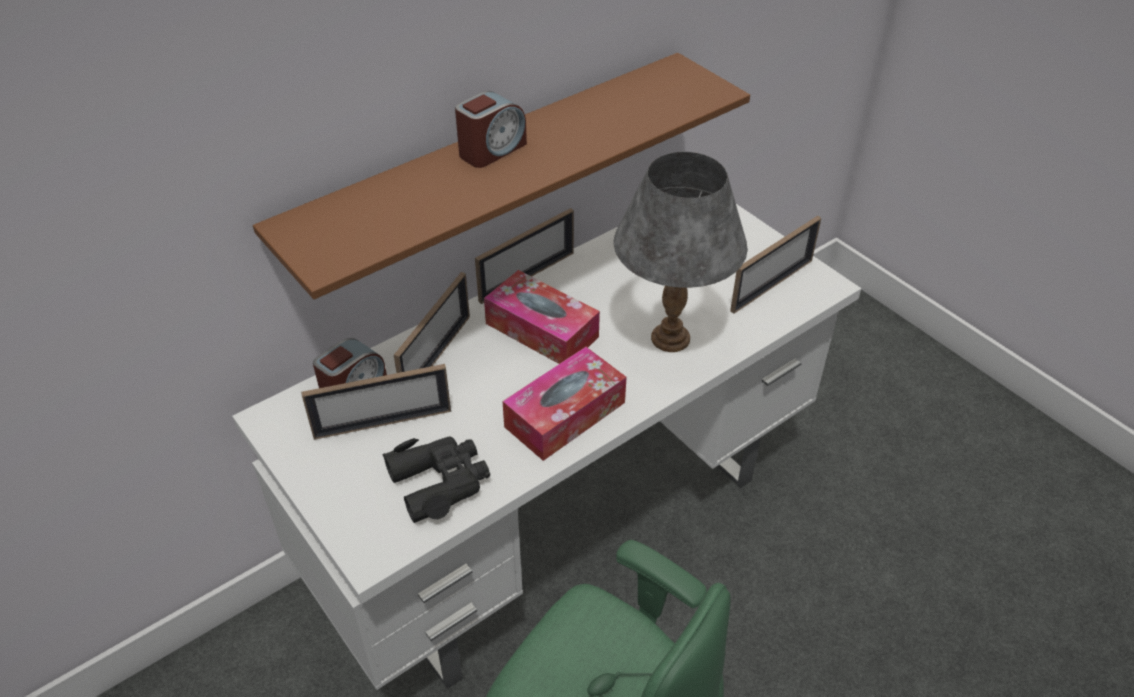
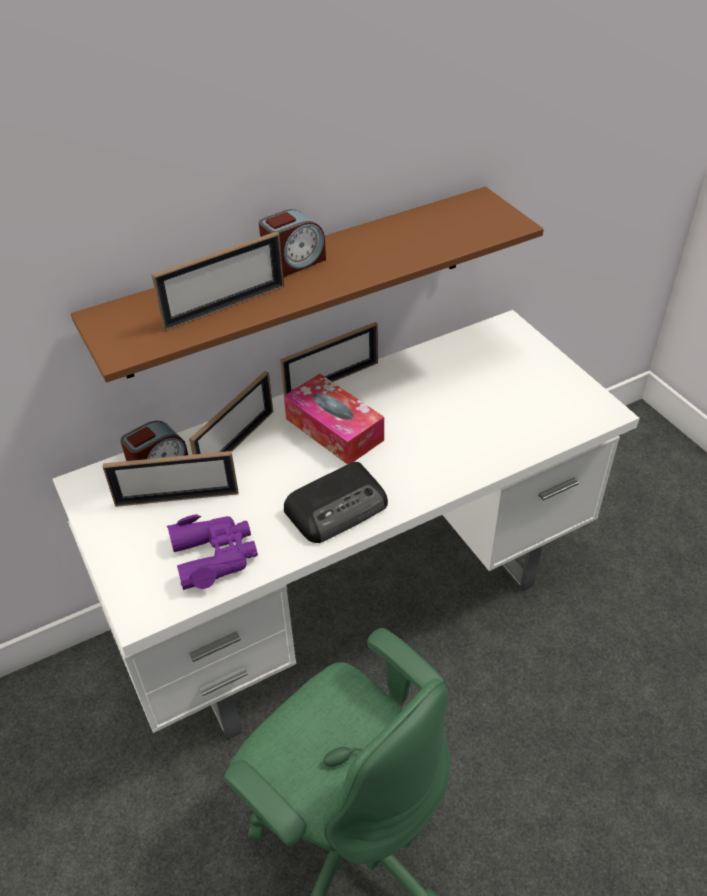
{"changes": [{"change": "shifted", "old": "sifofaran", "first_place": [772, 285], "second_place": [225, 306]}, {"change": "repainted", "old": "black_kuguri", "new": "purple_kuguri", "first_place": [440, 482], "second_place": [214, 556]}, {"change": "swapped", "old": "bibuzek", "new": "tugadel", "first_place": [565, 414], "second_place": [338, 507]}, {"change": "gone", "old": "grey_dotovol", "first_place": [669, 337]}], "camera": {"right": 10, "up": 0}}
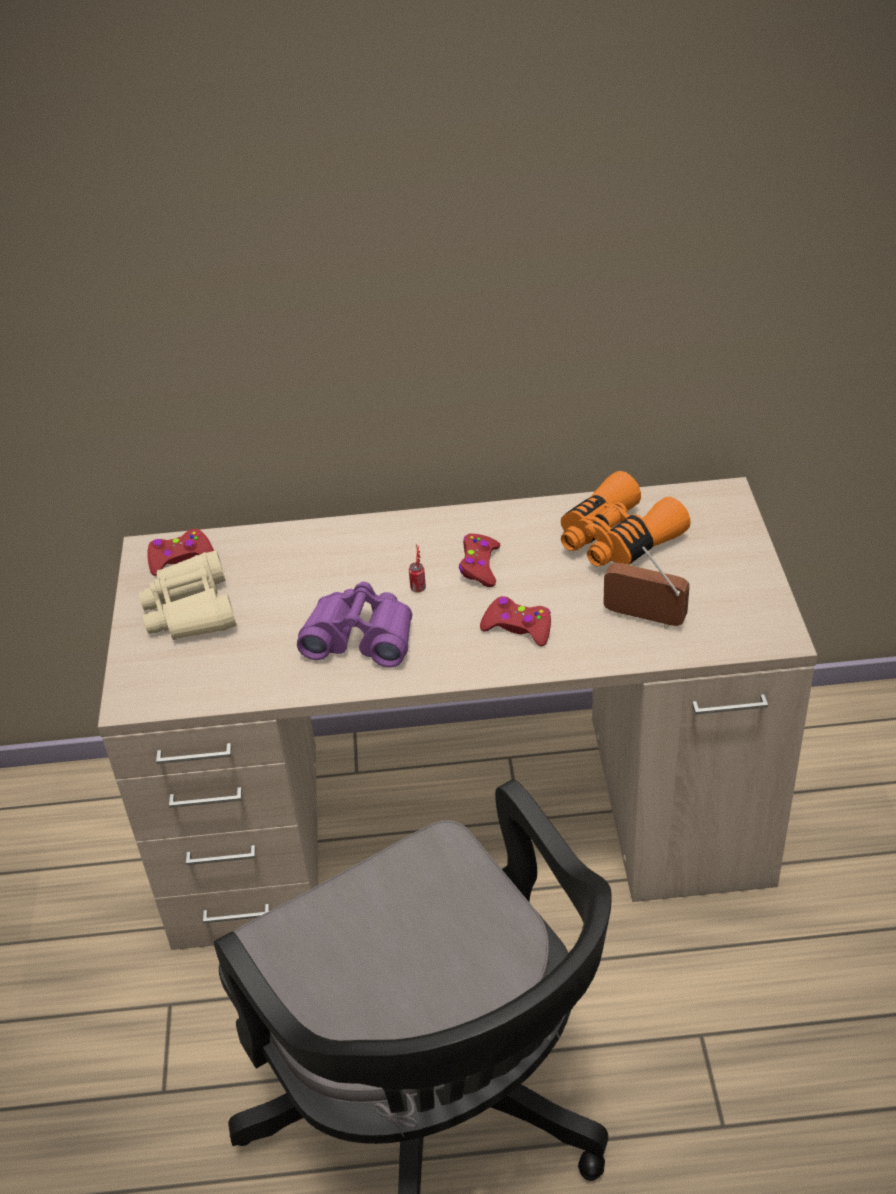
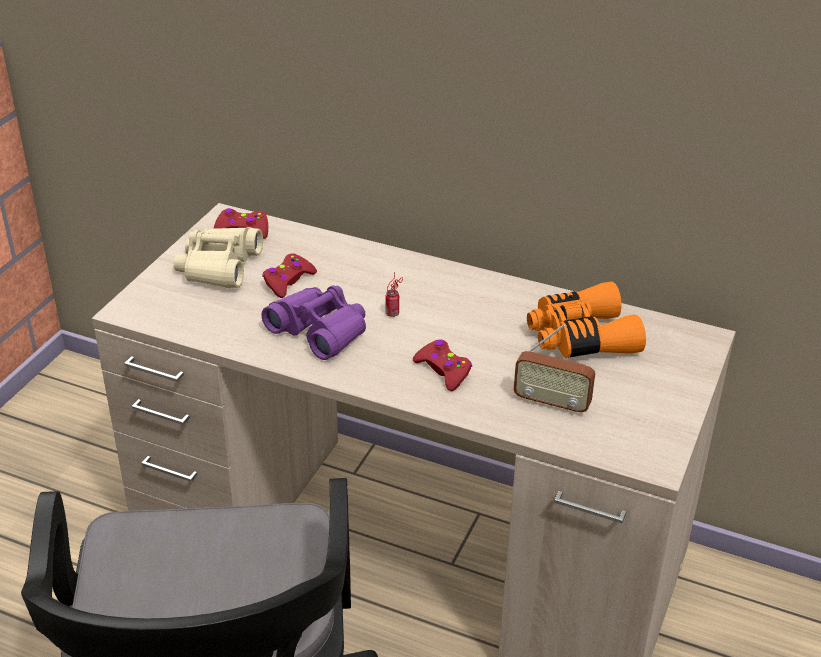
{"changes": [{"change": "shifted", "old": "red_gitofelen", "first_place": [479, 566], "second_place": [288, 281]}, {"change": "rotated", "old": "tugadel", "first_place": [644, 618], "second_place": [551, 403], "degrees": 150}], "camera": {"right": 25, "up": -5}}
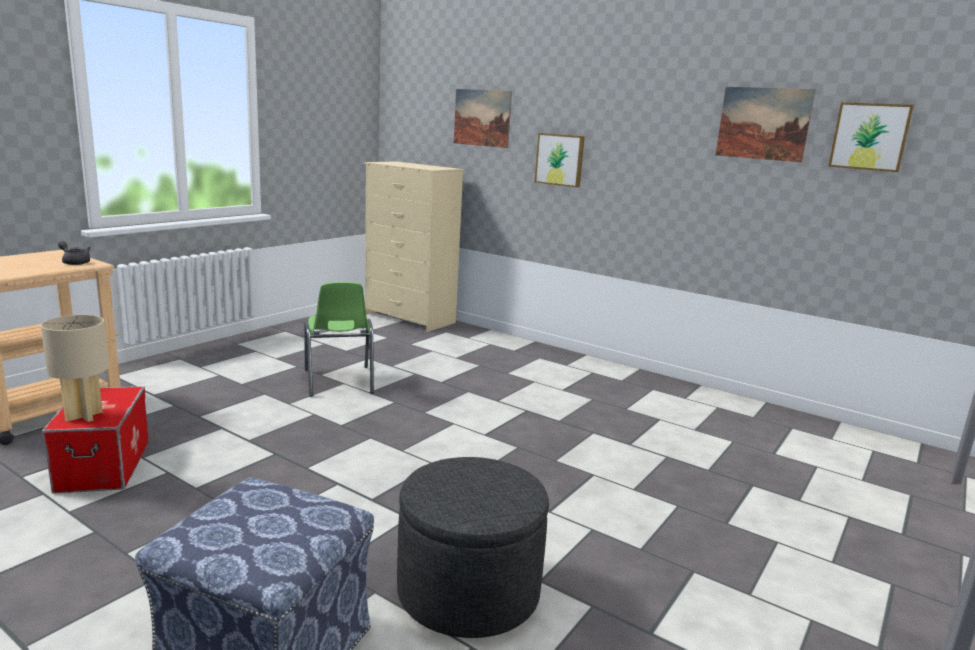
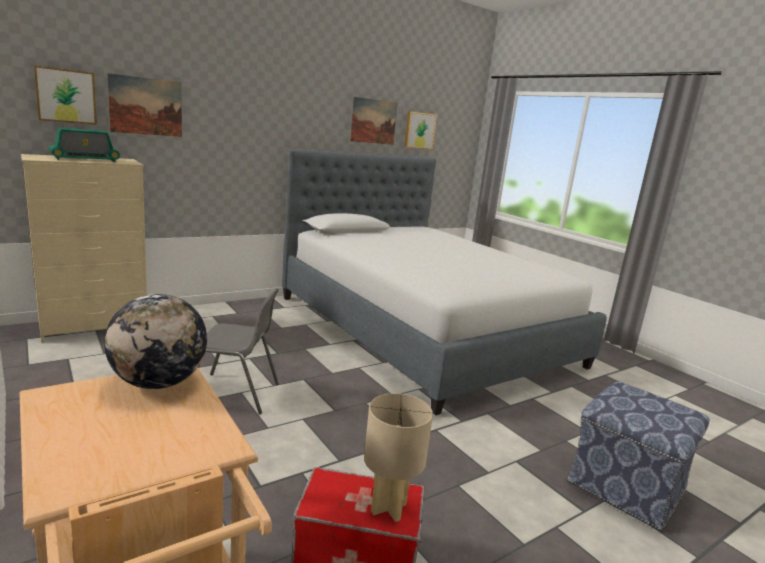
{"changes": [{"change": "shifted", "old": "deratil", "first_place": [560, 159], "second_place": [66, 96]}, {"change": "new", "new": "tugadel", "second_place": [85, 159]}, {"change": "swapped", "old": "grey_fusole", "new": "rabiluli", "first_place": [74, 262], "second_place": [159, 383]}, {"change": "repainted", "old": "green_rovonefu", "new": "grey_rovonefu", "first_place": [338, 382], "second_place": [235, 394]}, {"change": "new", "new": "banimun", "second_place": [422, 330]}, {"change": "gone", "old": "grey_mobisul", "first_place": [468, 591]}], "camera": {"right": -70, "up": 0}}
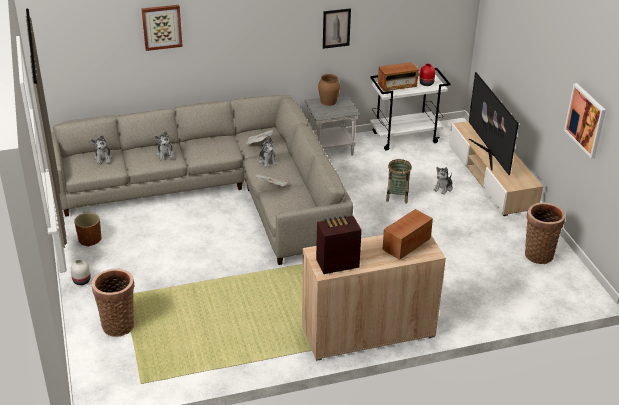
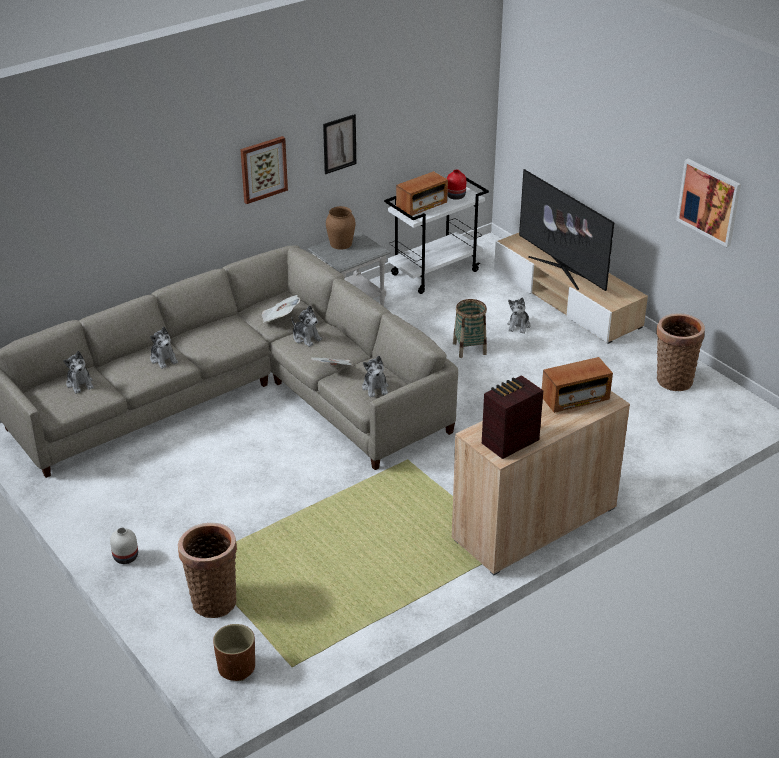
{"changes": [{"change": "shifted", "old": "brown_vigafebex", "first_place": [90, 239], "second_place": [236, 667]}, {"change": "shifted", "old": "deratil", "first_place": [162, 27], "second_place": [263, 169]}, {"change": "new", "new": "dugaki", "second_place": [375, 388]}, {"change": "rotated", "old": "tugadel", "first_place": [406, 244], "second_place": [575, 399], "degrees": -135}], "camera": {"right": -20, "up": 0}}
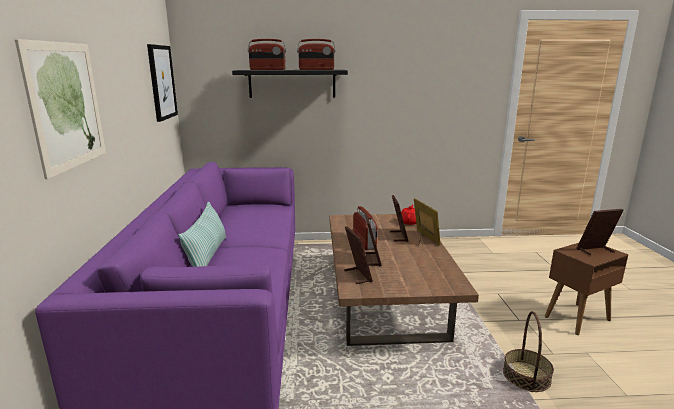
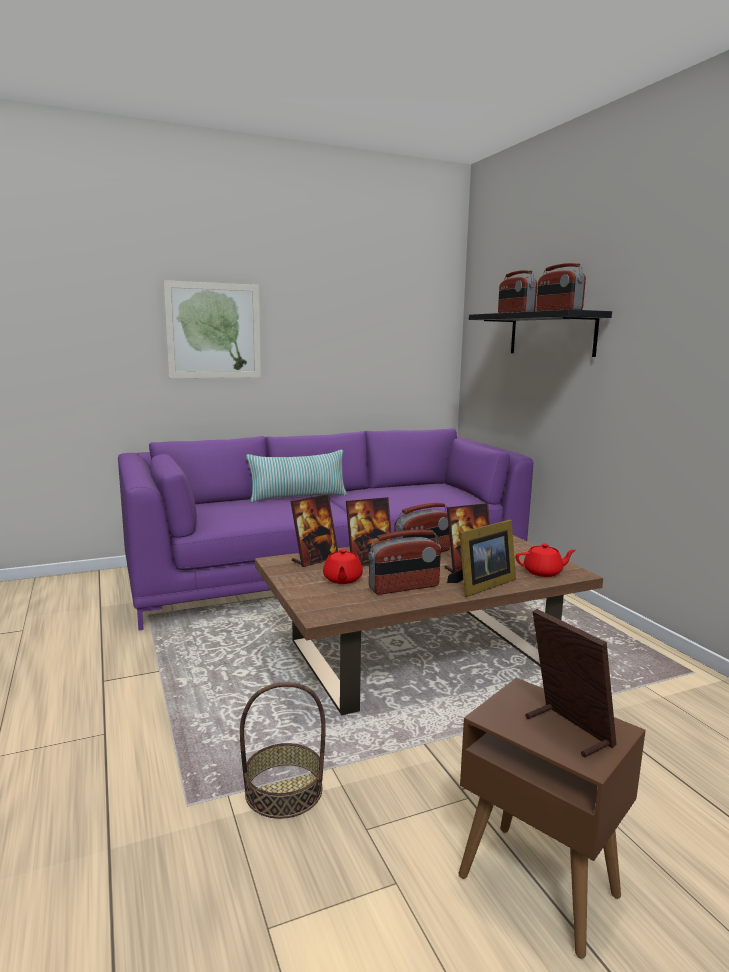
{"changes": [{"change": "new", "new": "red_fusole", "second_place": [342, 579]}, {"change": "new", "new": "tugadel", "second_place": [404, 587]}, {"change": "gone", "old": "deratil", "first_place": [162, 82]}], "camera": {"right": 70, "up": -5}}
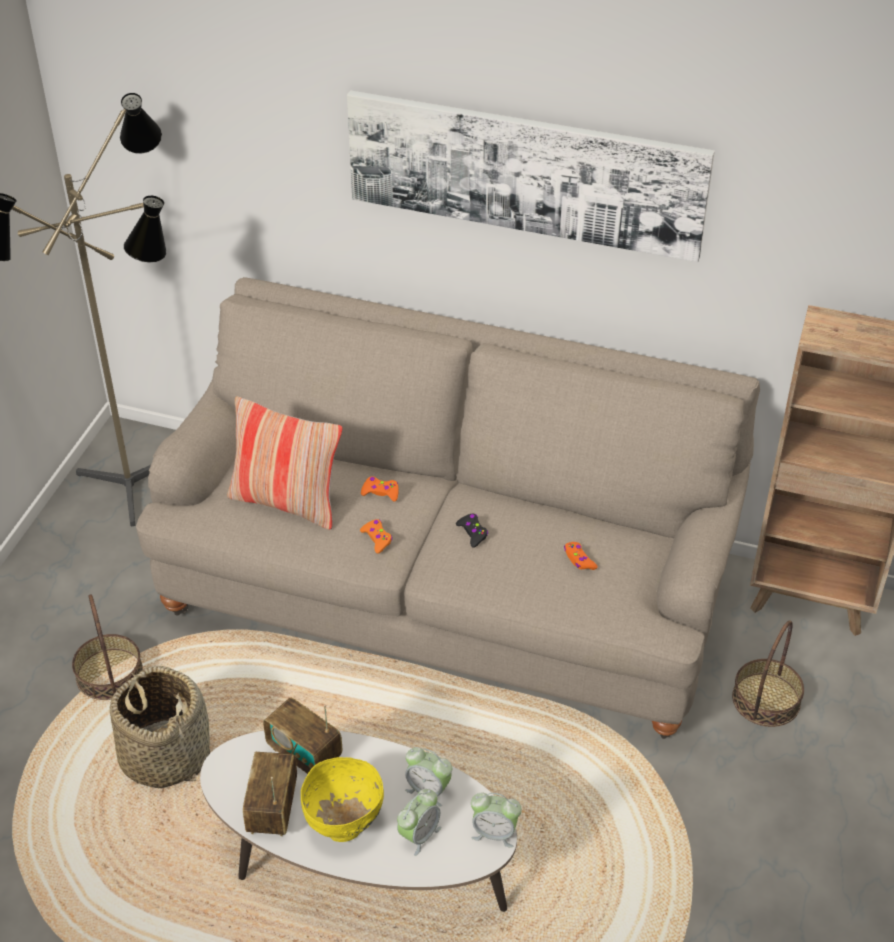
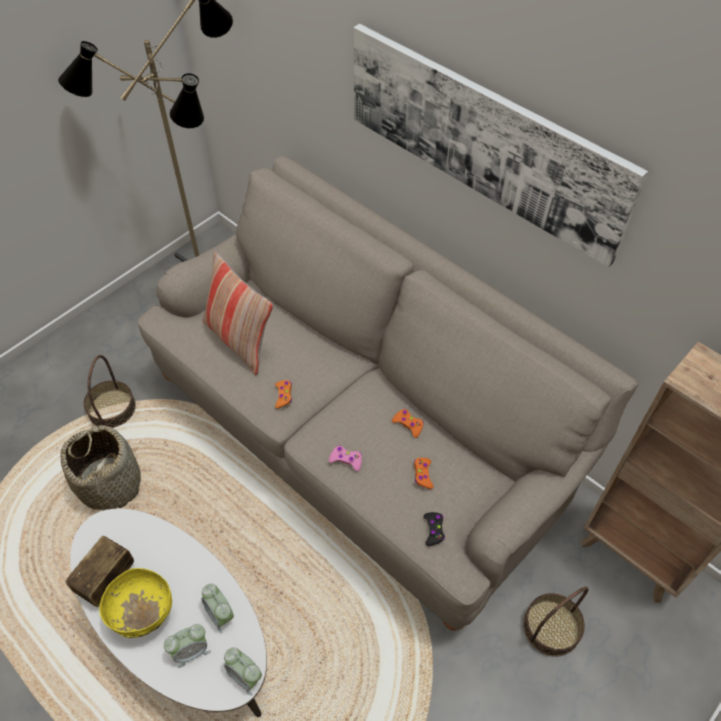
{"changes": [{"change": "new", "new": "pink_gitofelen", "second_place": [346, 460]}, {"change": "shifted", "old": "orange_gitofelen", "first_place": [381, 492], "second_place": [408, 424]}, {"change": "shifted", "old": "black_gitofelen", "first_place": [472, 533], "second_place": [434, 530]}, {"change": "gone", "old": "tugadel", "first_place": [304, 754]}], "camera": {"right": 25, "up": 10}}
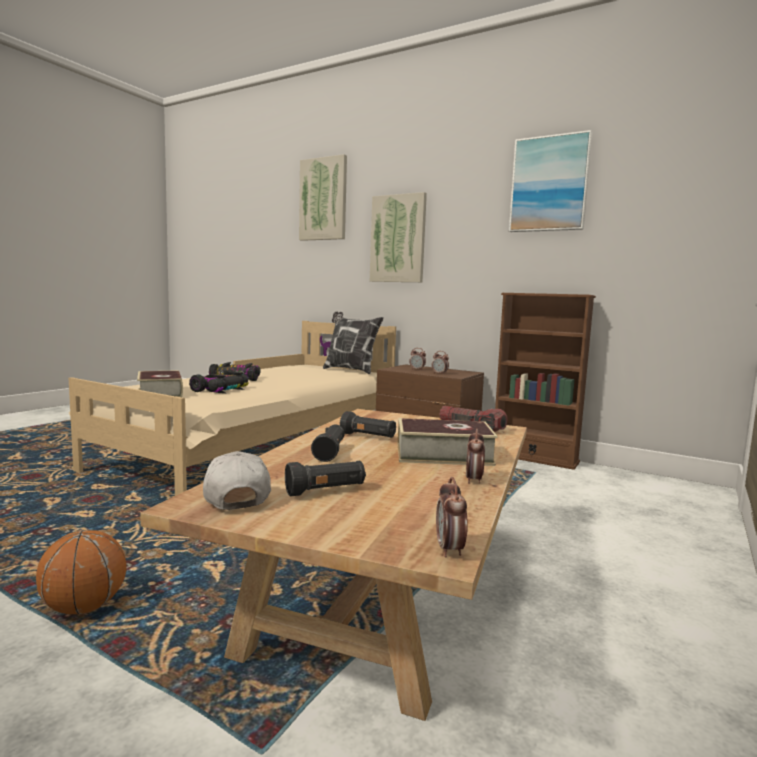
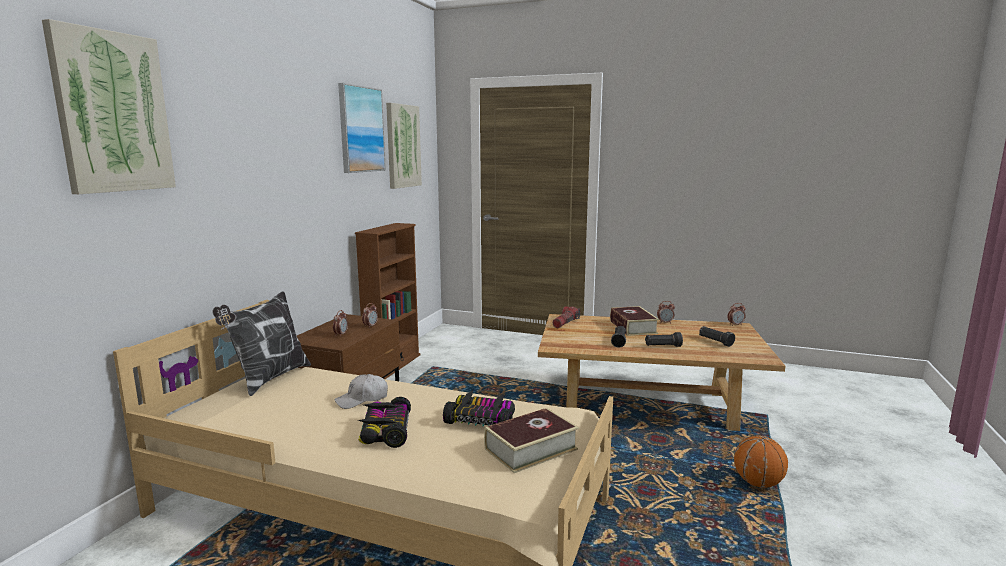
{"changes": [{"change": "shifted", "old": "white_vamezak", "first_place": [236, 495], "second_place": [362, 399]}, {"change": "shifted", "old": "deratil", "first_place": [398, 239], "second_place": [402, 146]}], "camera": {"right": -100, "up": 5}}
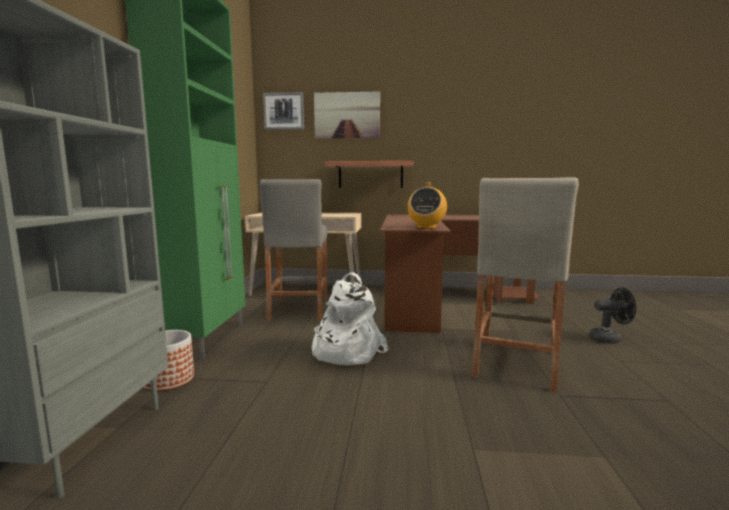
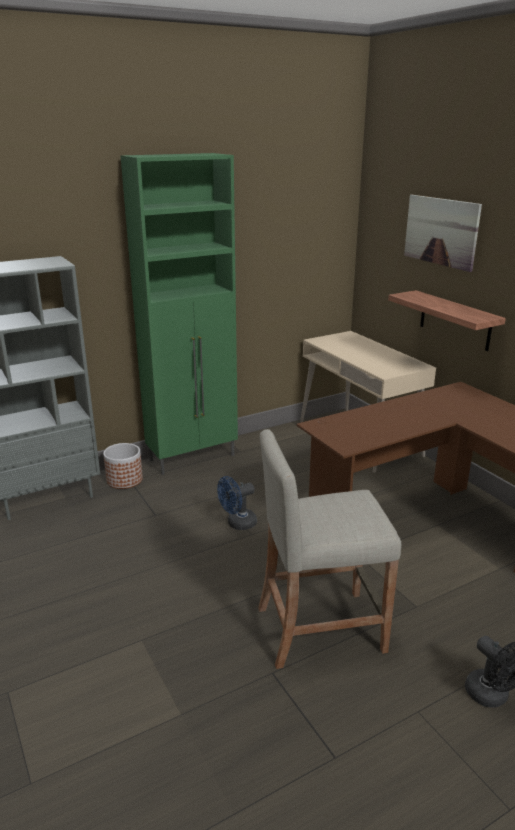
{"changes": [{"change": "swapped", "old": "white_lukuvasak", "new": "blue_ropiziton", "first_place": [344, 351], "second_place": [237, 524]}, {"change": "gone", "old": "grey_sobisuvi", "first_place": [298, 309]}, {"change": "gone", "old": "deratil", "first_place": [284, 111]}, {"change": "gone", "old": "tugadel", "first_place": [426, 228]}], "camera": {"right": 55, "up": 15}}
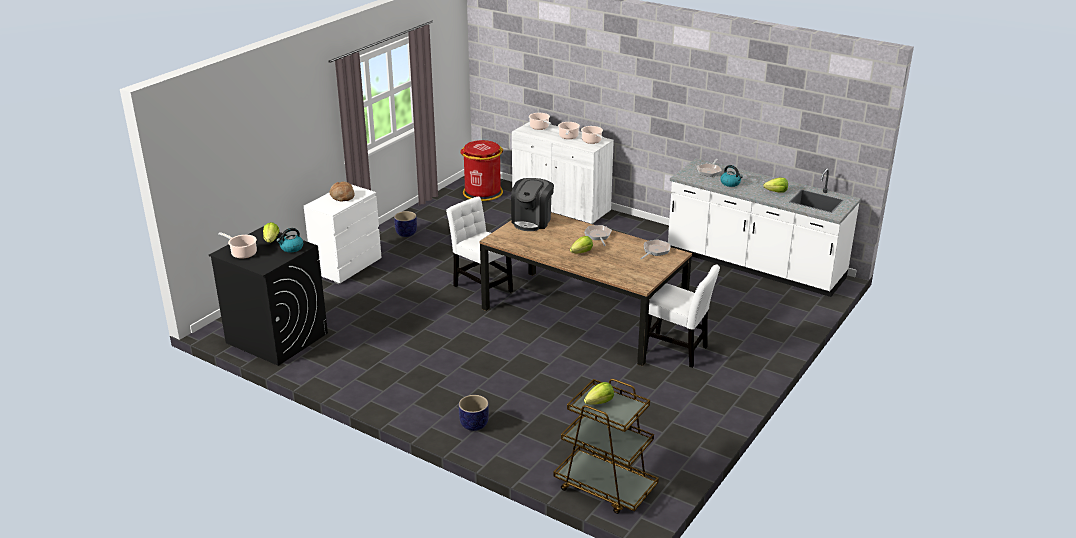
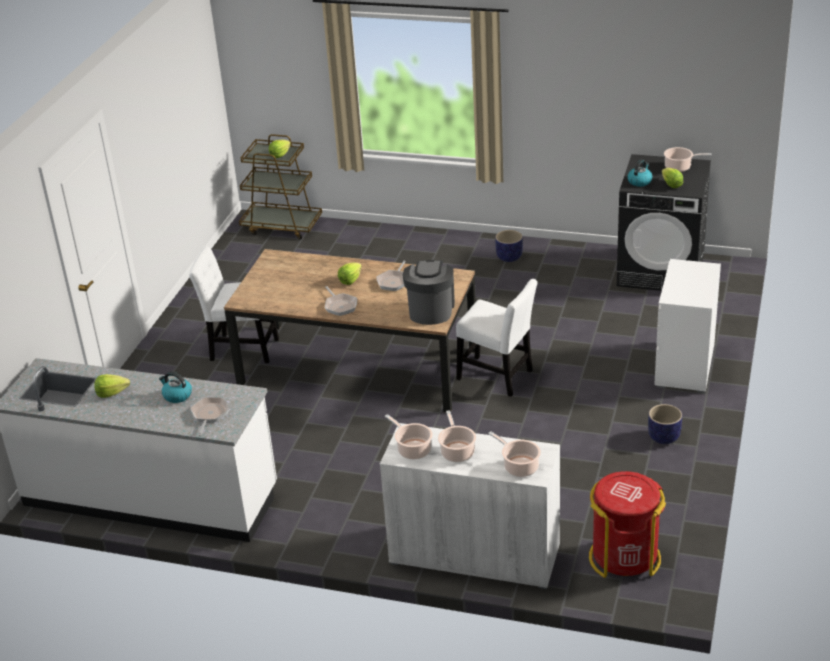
{"changes": [{"change": "shifted", "old": "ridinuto", "first_place": [655, 251], "second_place": [394, 281]}, {"change": "shifted", "old": "vigafebex", "first_place": [474, 425], "second_place": [509, 257]}, {"change": "gone", "old": "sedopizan", "first_place": [342, 196]}], "camera": {"right": 165, "up": 5}}
